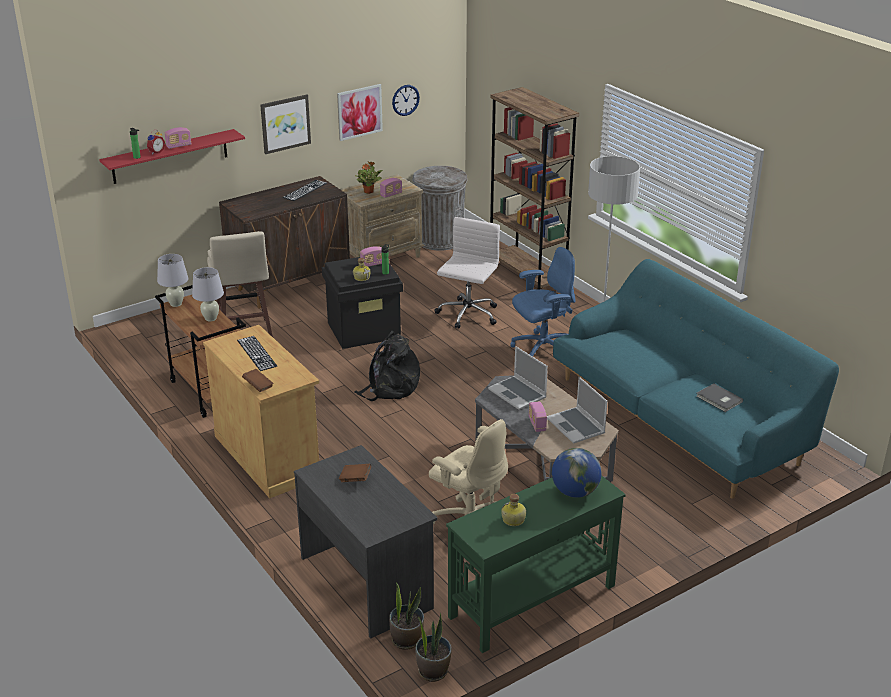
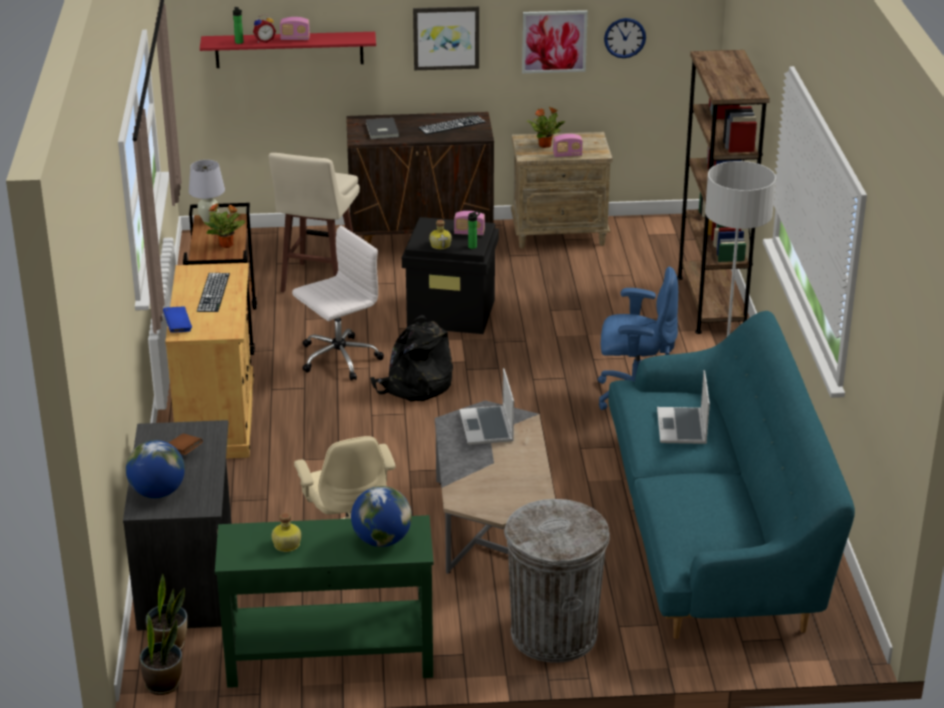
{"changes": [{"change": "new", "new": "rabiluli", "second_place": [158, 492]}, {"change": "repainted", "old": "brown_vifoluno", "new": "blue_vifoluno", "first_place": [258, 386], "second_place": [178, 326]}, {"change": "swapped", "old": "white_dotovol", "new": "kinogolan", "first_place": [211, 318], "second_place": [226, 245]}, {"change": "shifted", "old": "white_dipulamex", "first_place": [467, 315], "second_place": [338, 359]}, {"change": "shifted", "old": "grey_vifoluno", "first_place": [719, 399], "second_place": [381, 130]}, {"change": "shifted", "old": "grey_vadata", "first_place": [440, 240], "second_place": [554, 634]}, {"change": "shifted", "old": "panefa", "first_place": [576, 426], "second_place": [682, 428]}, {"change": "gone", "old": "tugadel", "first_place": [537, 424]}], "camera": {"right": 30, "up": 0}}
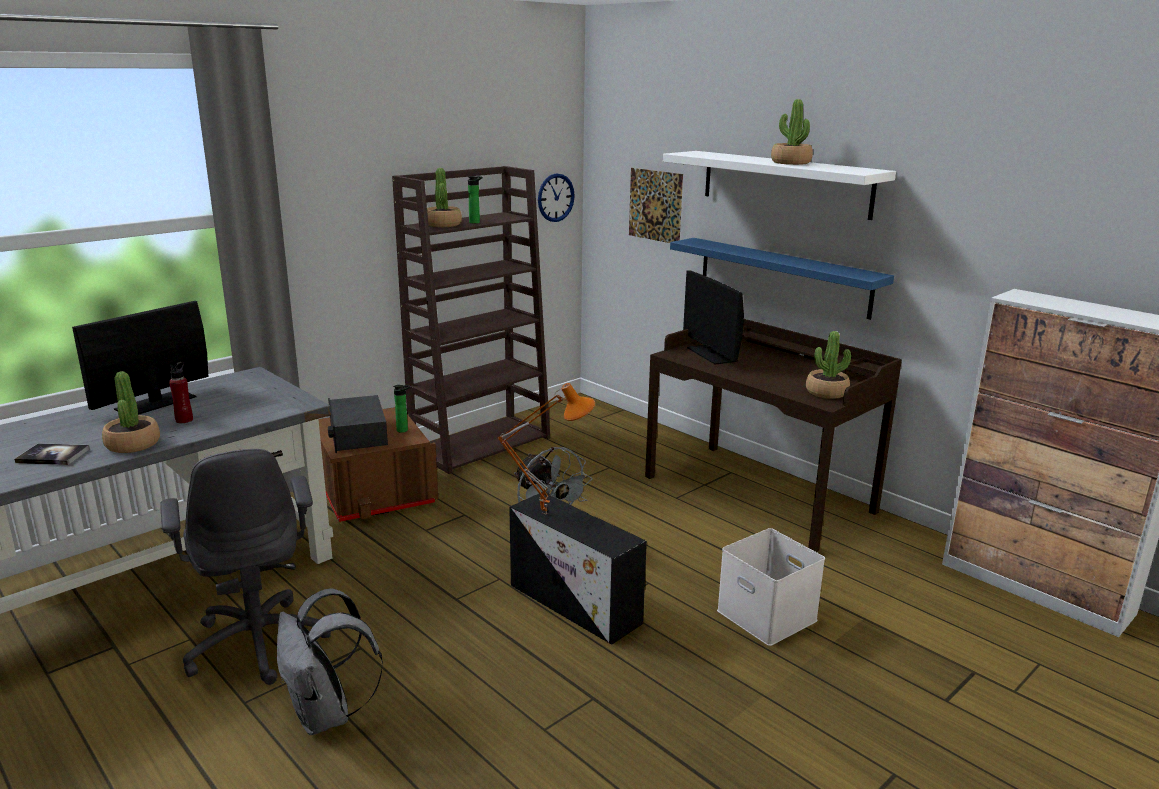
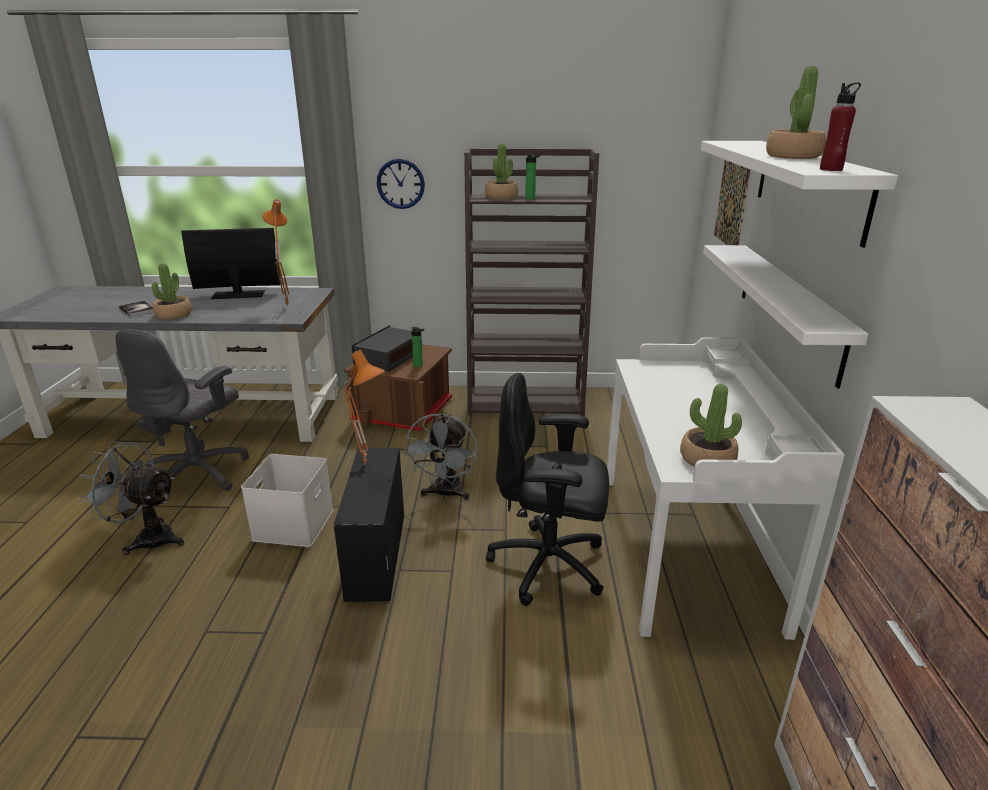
{"changes": [{"change": "swapped", "old": "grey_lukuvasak", "new": "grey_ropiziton", "first_place": [326, 715], "second_place": [147, 538]}, {"change": "shifted", "old": "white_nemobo", "first_place": [764, 615], "second_place": [293, 523]}, {"change": "new", "new": "orange_dotovol", "second_place": [285, 306]}, {"change": "shifted", "old": "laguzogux", "first_place": [555, 197], "second_place": [400, 184]}, {"change": "new", "new": "black_dipulamex", "second_place": [550, 565]}, {"change": "repainted", "old": "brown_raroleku", "new": "white_raroleku", "first_place": [758, 493], "second_place": [686, 547]}, {"change": "repainted", "old": "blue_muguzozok", "new": "white_muguzozok", "first_place": [782, 276], "second_place": [788, 308]}, {"change": "shifted", "old": "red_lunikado", "first_place": [184, 420], "second_place": [831, 169]}, {"change": "gone", "old": "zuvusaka", "first_place": [711, 354]}], "camera": {"right": 45, "up": 5}}
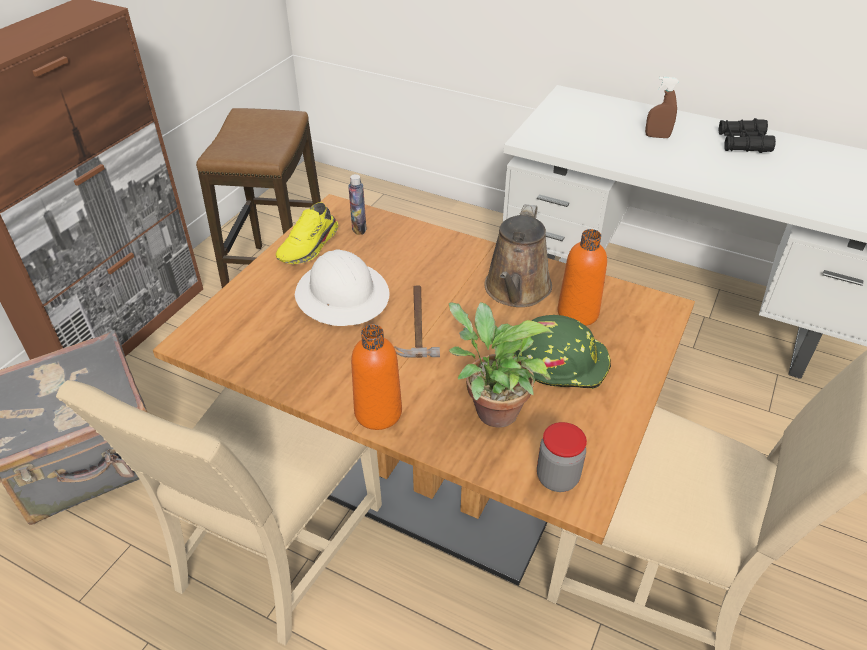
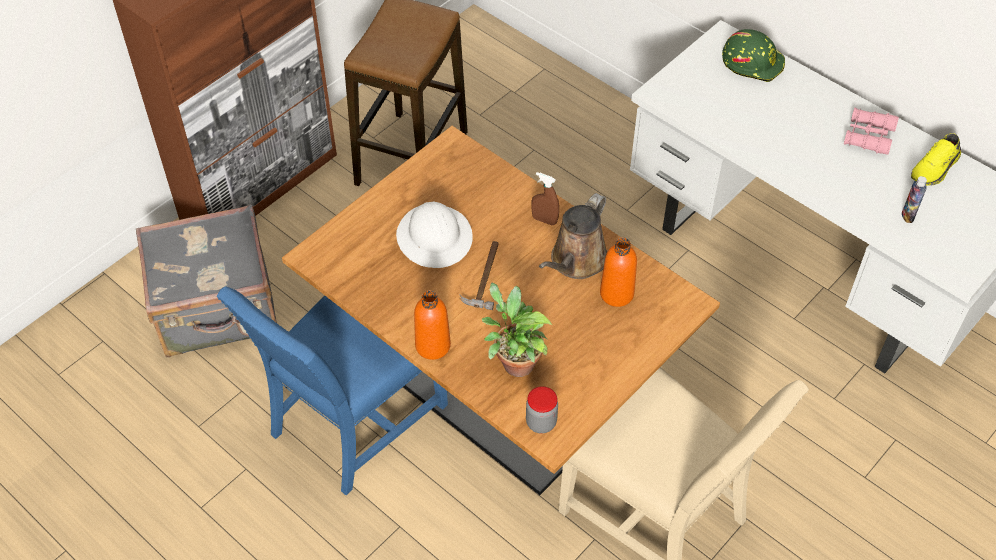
{"changes": [{"change": "repainted", "old": "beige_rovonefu", "new": "blue_rovonefu", "first_place": [274, 551], "second_place": [352, 422]}, {"change": "shifted", "old": "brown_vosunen", "first_place": [657, 136], "second_place": [544, 220]}, {"change": "shifted", "old": "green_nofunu", "first_place": [561, 361], "second_place": [752, 62]}, {"change": "repainted", "old": "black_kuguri", "new": "pink_kuguri", "first_place": [743, 143], "second_place": [868, 136]}, {"change": "shifted", "old": "lunikado", "first_place": [359, 228], "second_place": [908, 215]}, {"change": "shifted", "old": "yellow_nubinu", "first_place": [310, 246], "second_place": [935, 169]}], "camera": {"right": 15, "up": 10}}
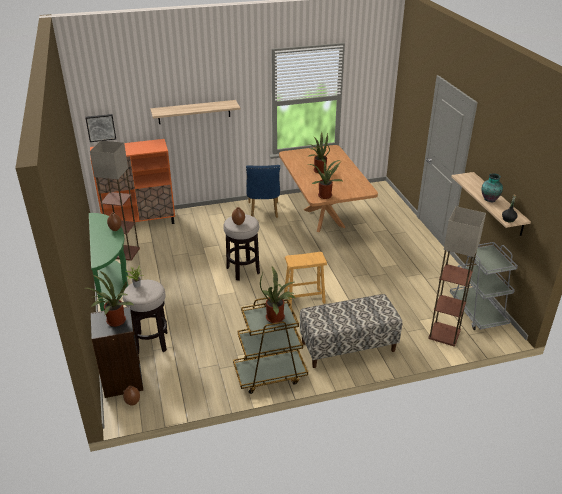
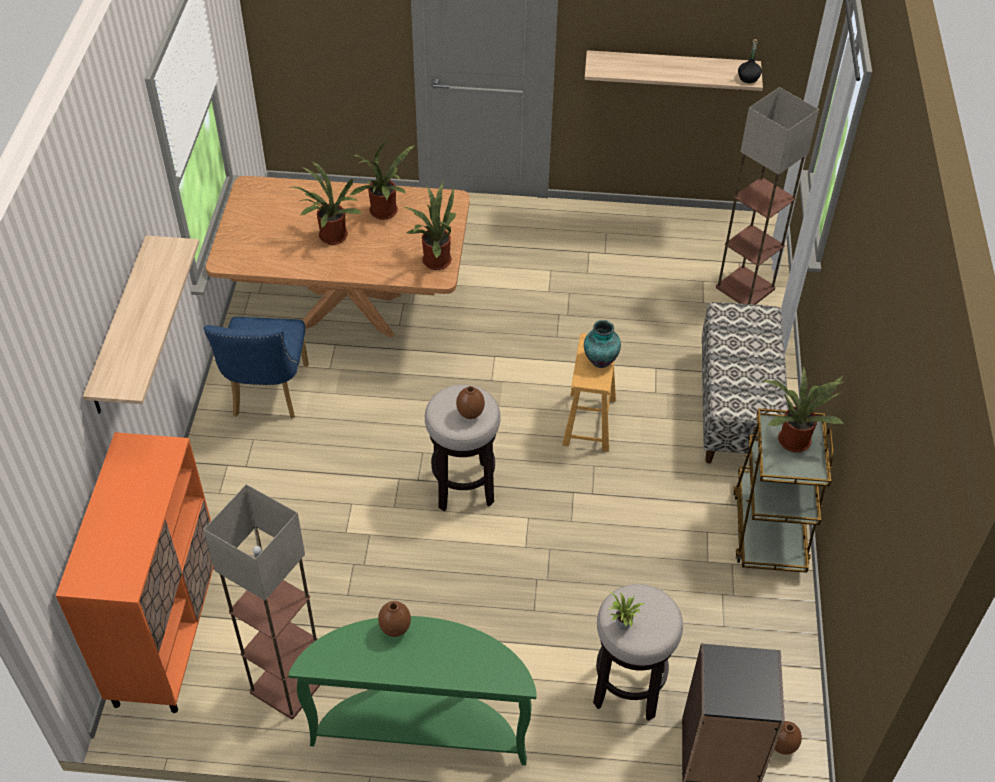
{"changes": [{"change": "rotated", "old": "blue_rovonefu", "first_place": [263, 212], "second_place": [267, 395], "degrees": 75}, {"change": "shifted", "old": "kinogolan", "first_place": [114, 322], "second_place": [385, 213]}, {"change": "shifted", "old": "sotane", "first_place": [489, 199], "second_place": [599, 360]}, {"change": "gone", "old": "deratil", "first_place": [101, 127]}, {"change": "gone", "old": "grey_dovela", "first_place": [477, 312]}], "camera": {"right": -70, "up": 15}}
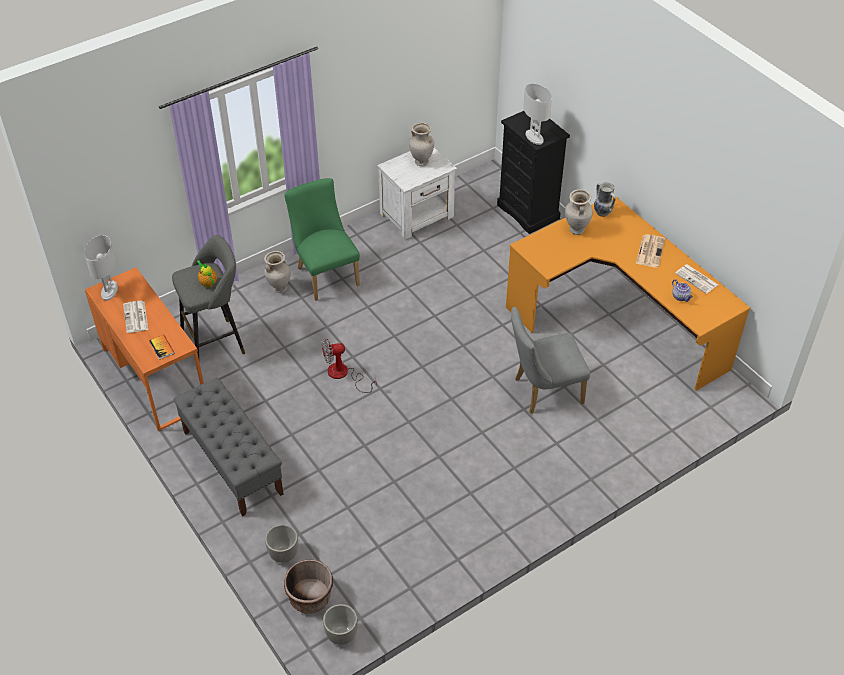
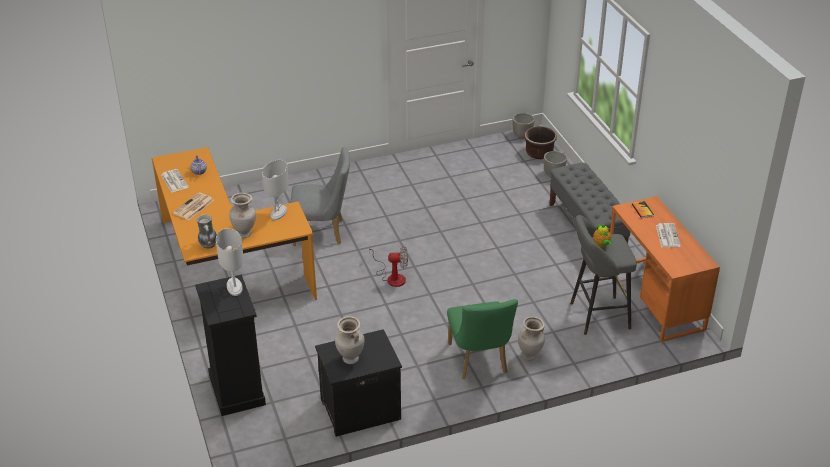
{"changes": [{"change": "shifted", "old": "white_dotovol", "first_place": [109, 291], "second_place": [278, 213]}, {"change": "repainted", "old": "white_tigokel", "new": "black_tigokel", "first_place": [418, 215], "second_place": [359, 409]}, {"change": "shifted", "old": "ropiziton", "first_place": [344, 375], "second_place": [392, 277]}], "camera": {"right": -165, "up": -10}}
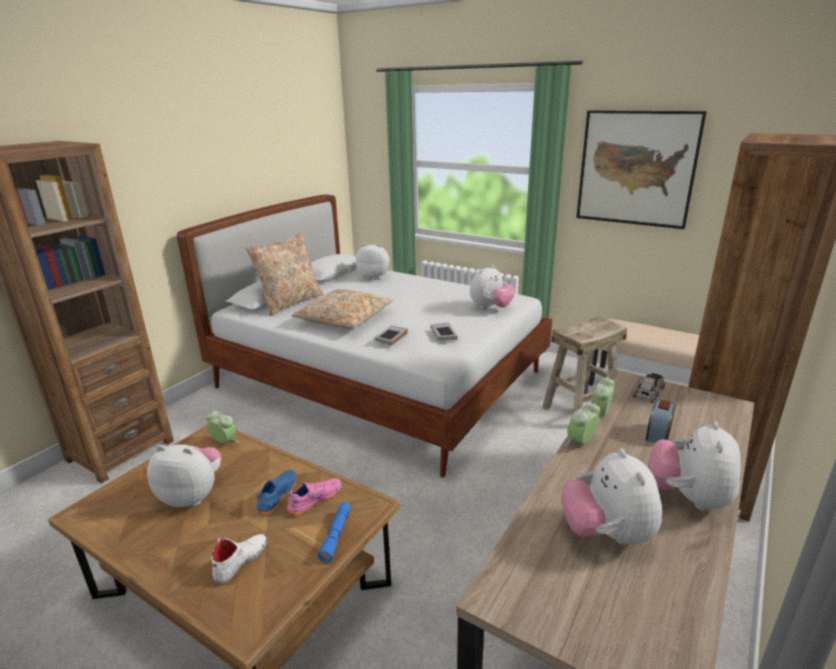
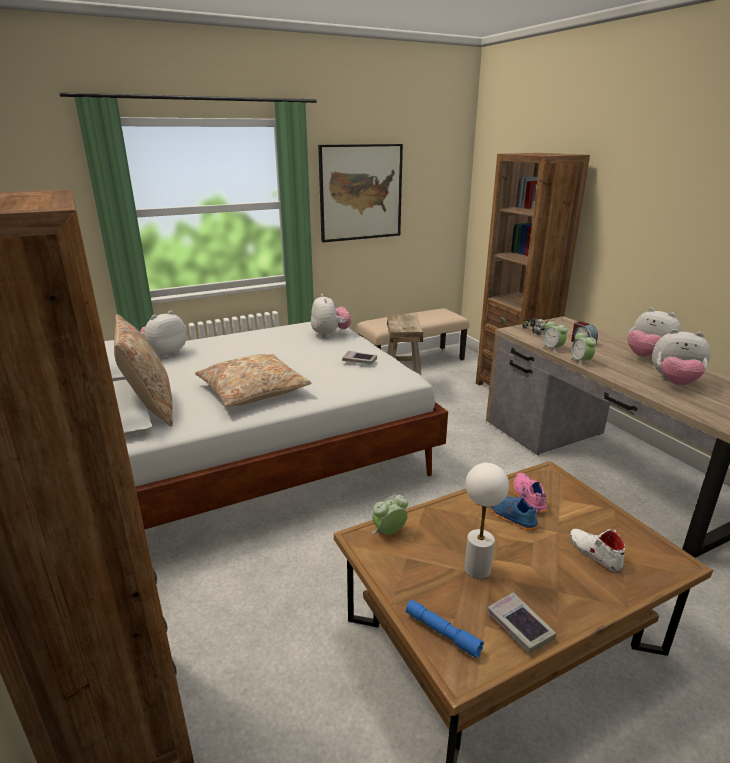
{"changes": [{"change": "shifted", "old": "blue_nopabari", "first_place": [336, 535], "second_place": [442, 632]}, {"change": "swapped", "old": "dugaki", "new": "white_dotovol", "first_place": [193, 495], "second_place": [477, 569]}, {"change": "shifted", "old": "vifoluno", "first_place": [391, 337], "second_place": [519, 626]}], "camera": {"right": -60, "up": 0}}
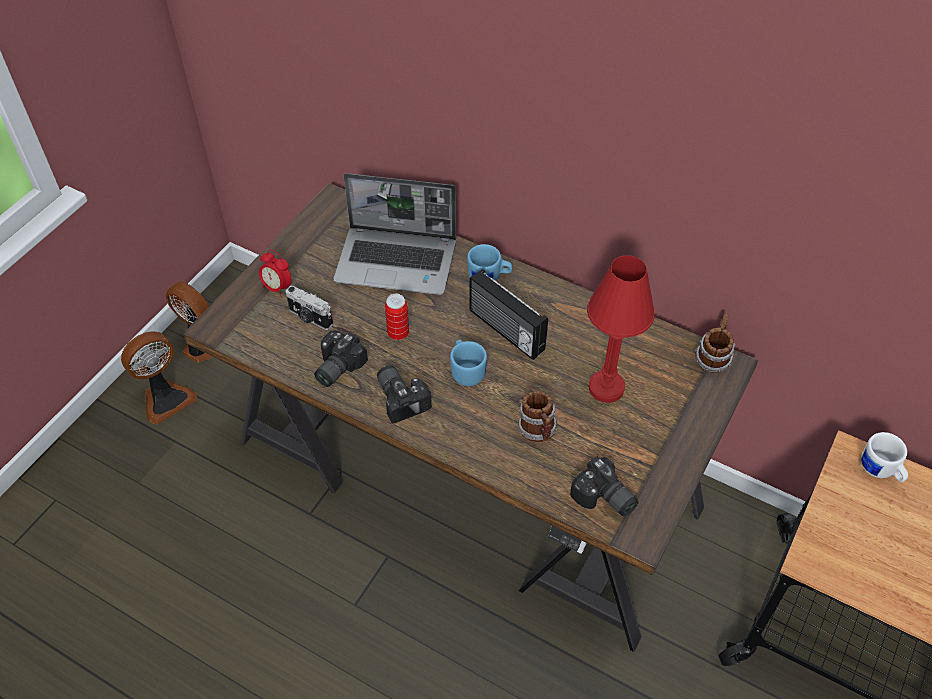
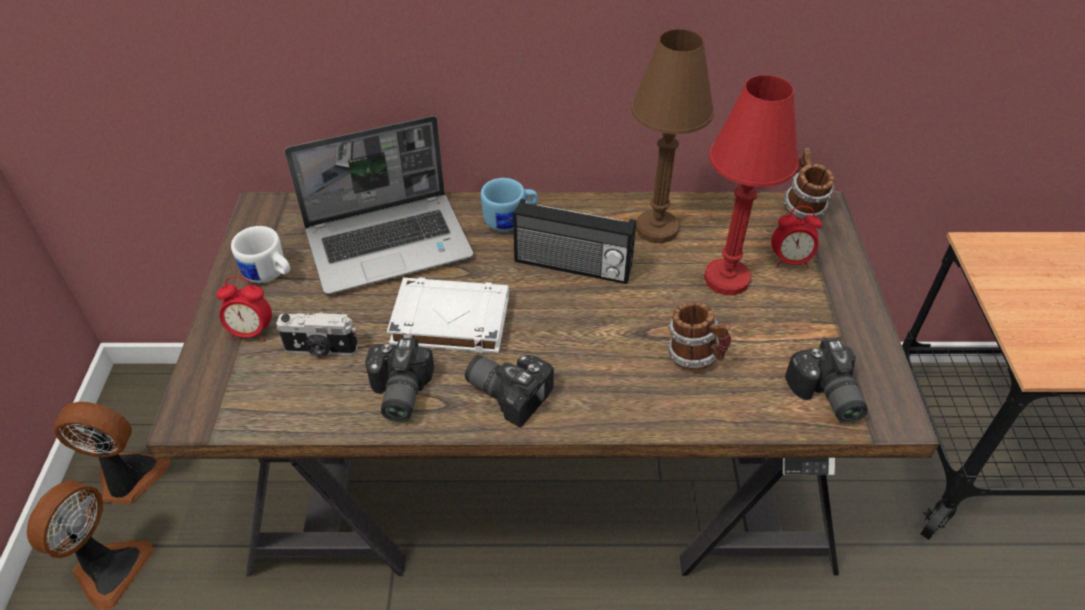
{"changes": [{"change": "shifted", "old": "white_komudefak", "first_place": [880, 471], "second_place": [269, 275]}, {"change": "swapped", "old": "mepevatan", "new": "white_vifoluno", "first_place": [398, 333], "second_place": [449, 321]}, {"change": "new", "new": "brown_dotovol", "second_place": [657, 229]}, {"change": "new", "new": "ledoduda", "second_place": [790, 261]}, {"change": "rotated", "old": "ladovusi", "first_place": [603, 499], "second_place": [825, 396], "degrees": 60}, {"change": "gone", "old": "blue_komudefak", "first_place": [466, 370]}], "camera": {"right": -30, "up": -5}}
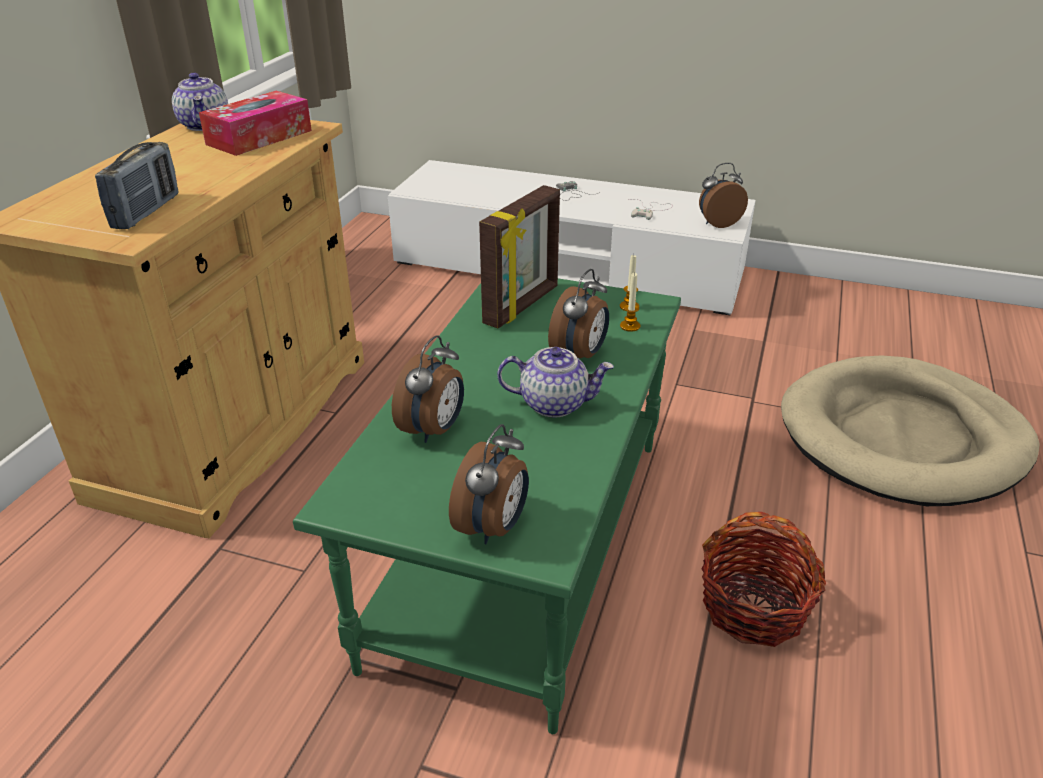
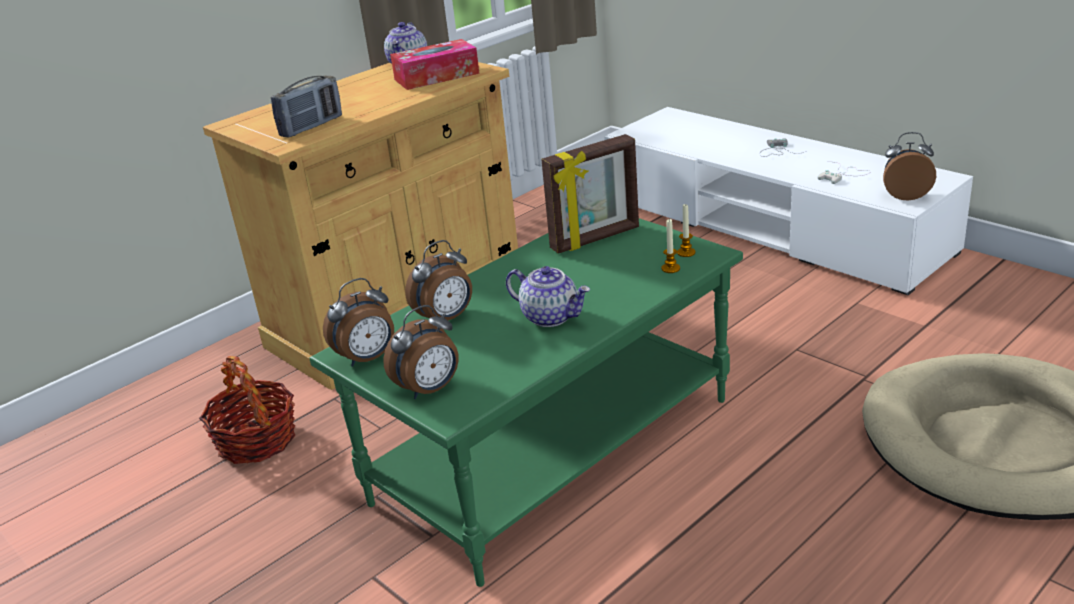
{"changes": [{"change": "shifted", "old": "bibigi", "first_place": [754, 608], "second_place": [256, 440]}, {"change": "shifted", "old": "ledoduda", "first_place": [580, 356], "second_place": [367, 359]}], "camera": {"right": 30, "up": -5}}
